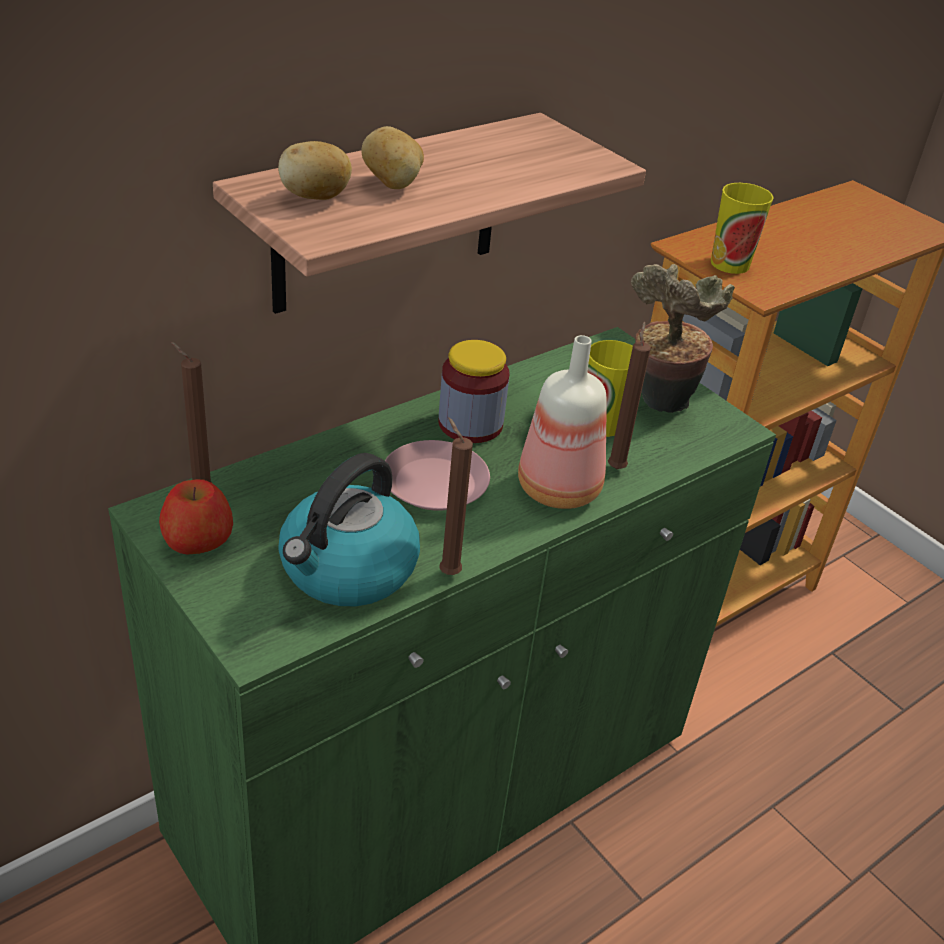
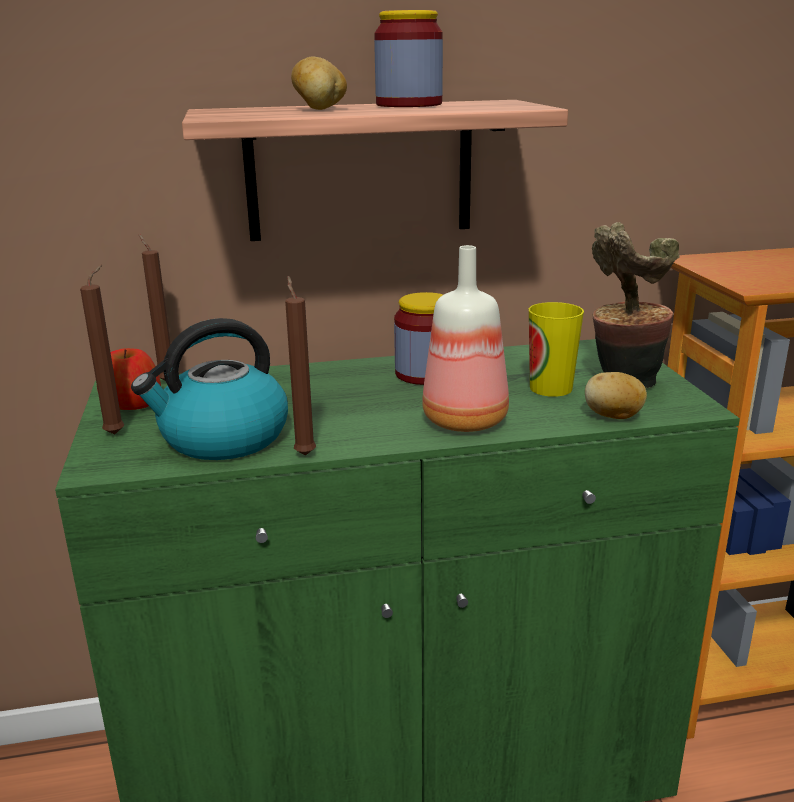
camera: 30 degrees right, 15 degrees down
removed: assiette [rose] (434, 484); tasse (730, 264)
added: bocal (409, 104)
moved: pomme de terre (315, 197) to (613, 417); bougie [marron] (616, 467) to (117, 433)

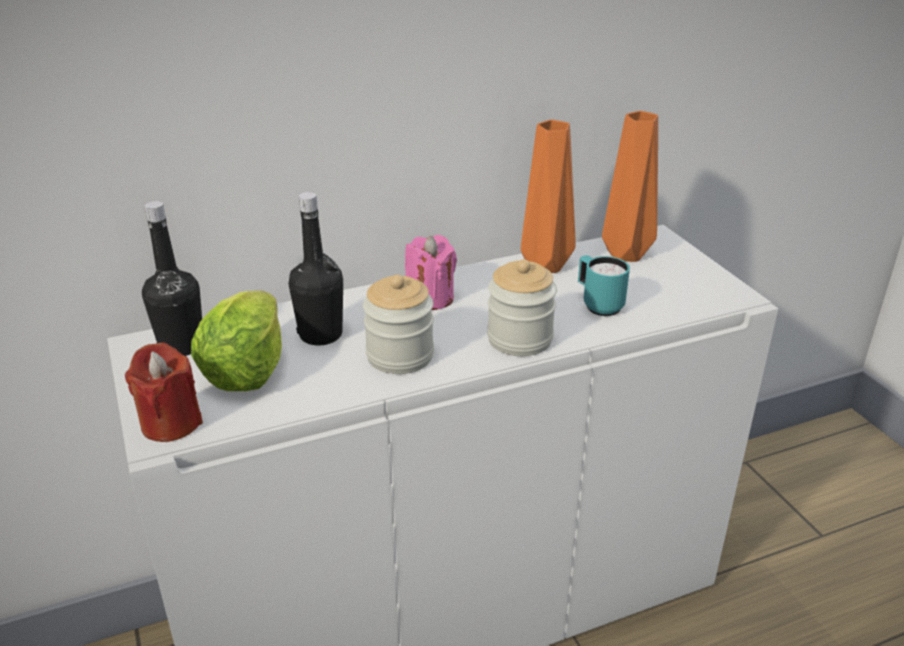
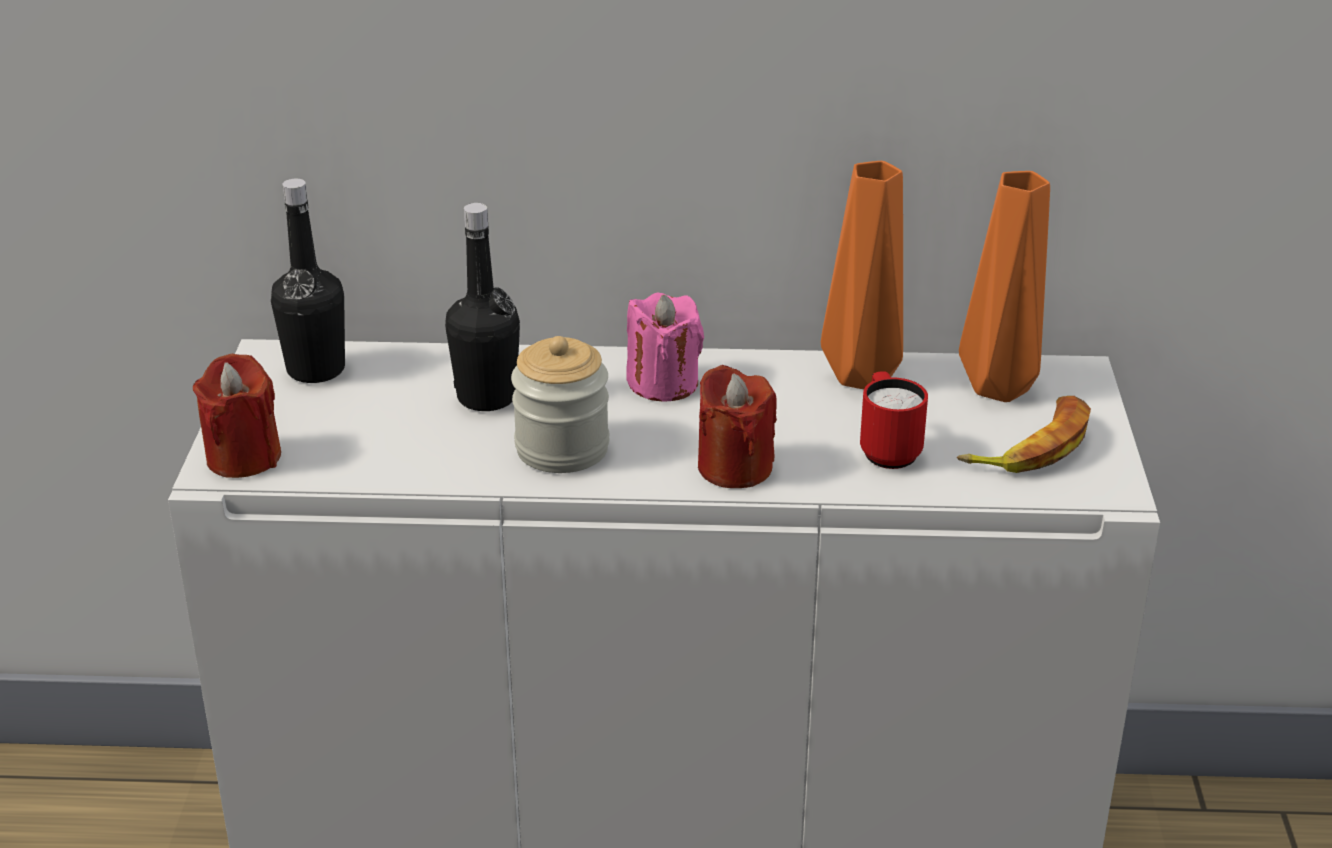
camera: 25 degrees right, 0 degrees up
removed: laitue (247, 369)
added: banane (1031, 446)
replaced: bocal (519, 339) to bougie [rouge] (734, 467)
recoloured: mug [turquoise] (598, 305) to mug [rouge] (887, 450)

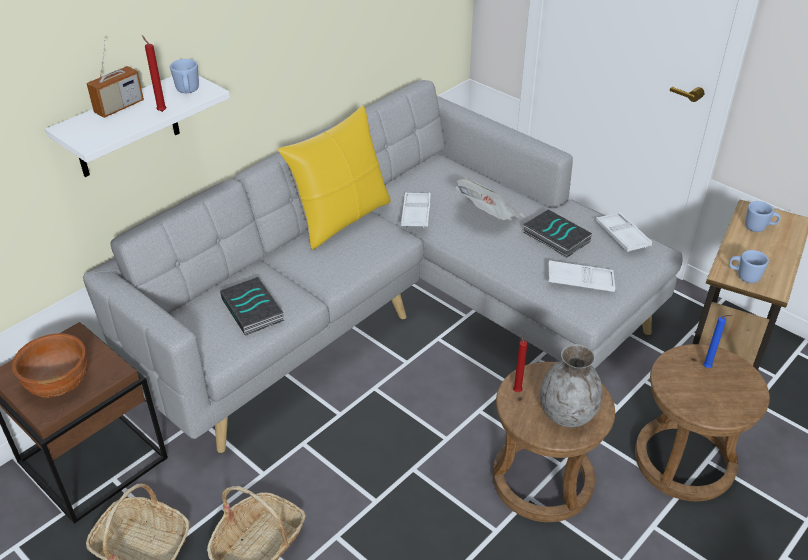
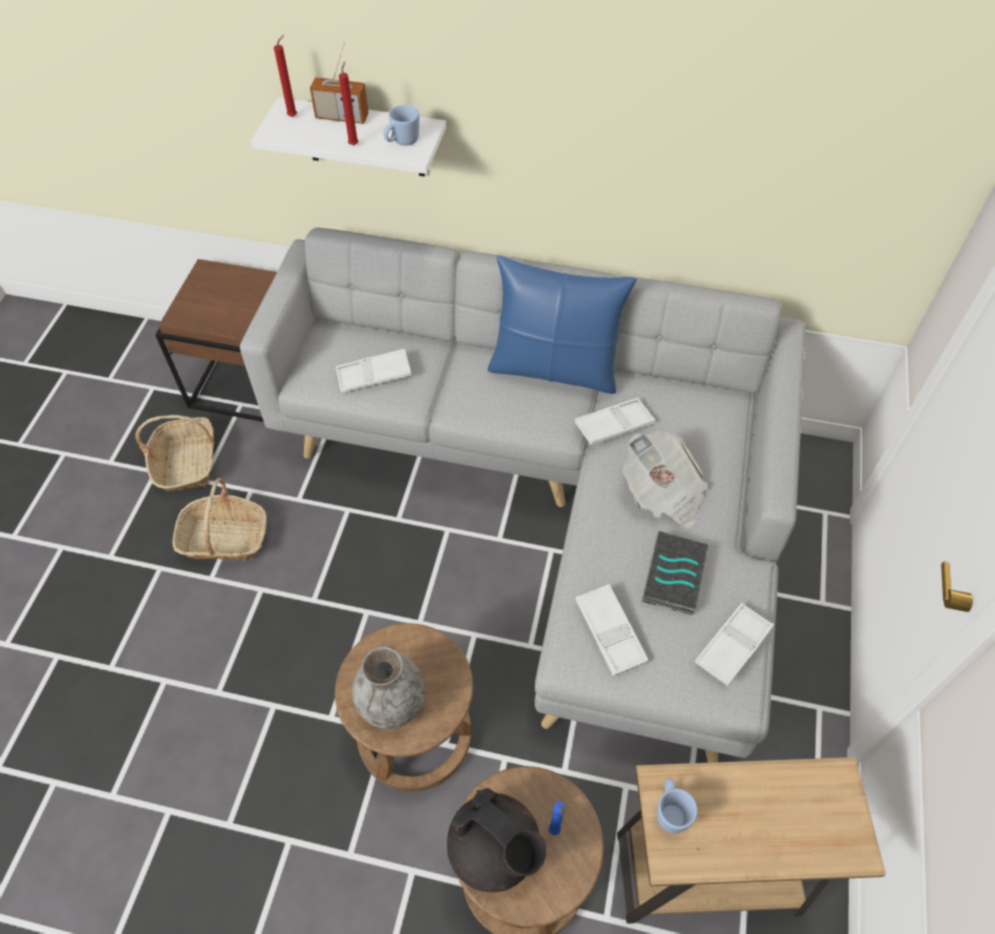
camera: 60 degrees right, 15 degrees up
removed: bol [marron] (60, 385); mug [bleu] (759, 228)
added: théière [noir] (495, 850)
moved: bougie [rouge] (517, 390) to (294, 116)
replaced: livre (254, 310) to plateau [blanc] (374, 375)
recoloured: coussin [jaune] (341, 219) to coussin [bleu] (554, 368)

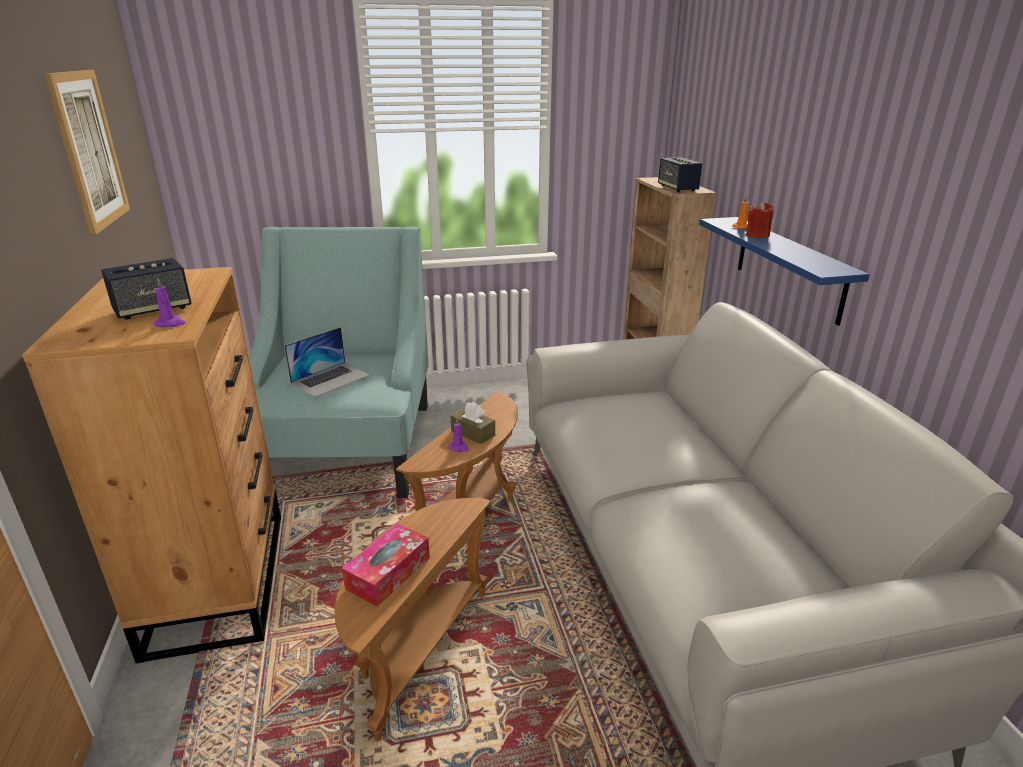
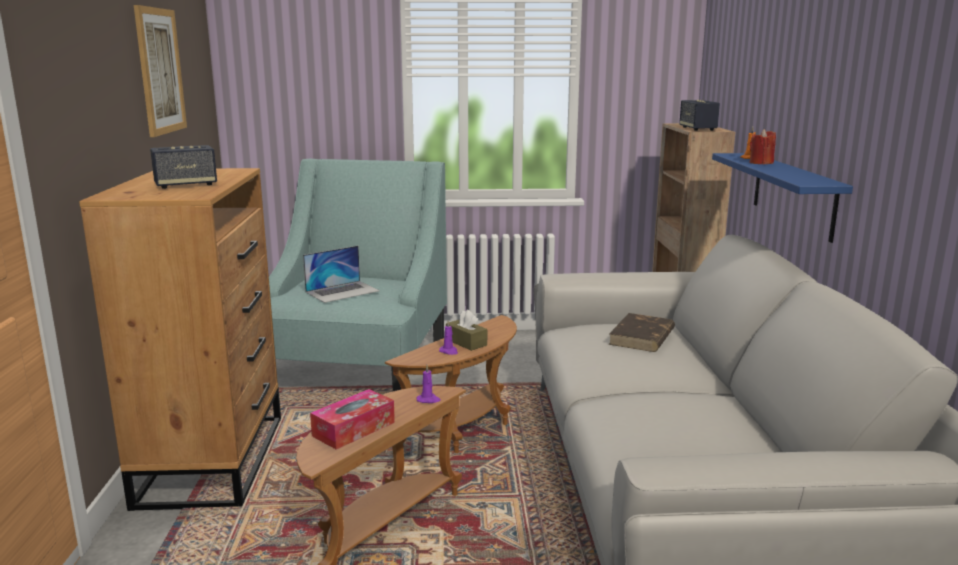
camera: 10 degrees right, 10 degrees down
added: livre [marron] (642, 337)
moved: bougie [violet] (170, 324) to (428, 400)

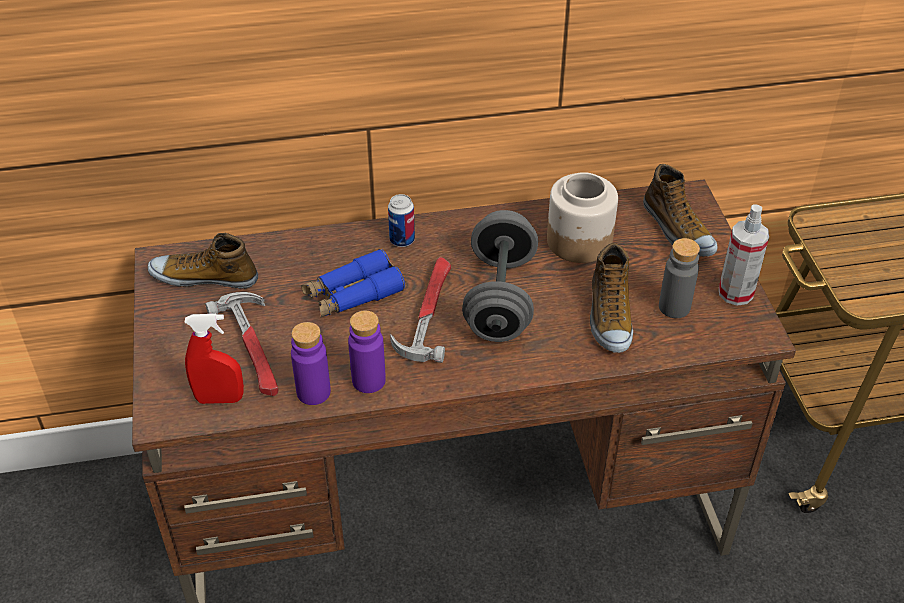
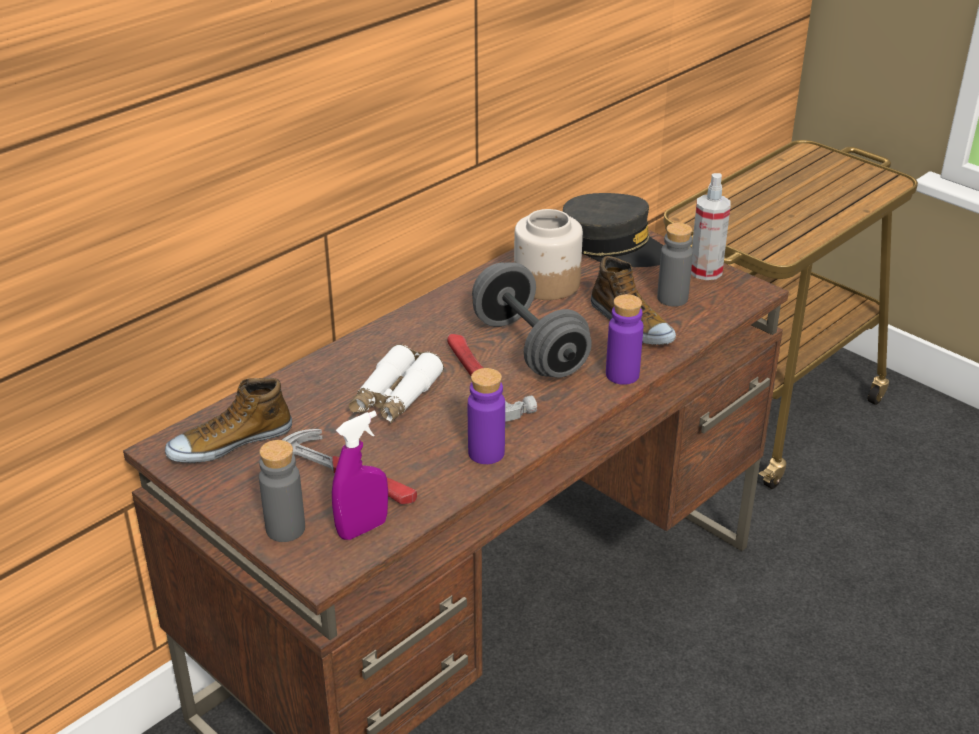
camera: 35 degrees left, 10 degrees down
removed: boîte métallique (402, 240)
added: bouteille [gris] (285, 529)
moved: bouteille [violet] (313, 392) to (622, 375)
replaced: chaussure (677, 229) to casquette [gris] (614, 247)
recoloured: vaporisateur [rouge] (219, 399) to vaporisateur [violet] (362, 528); jumelles [bleu] (353, 294) to jumelles [blanc] (395, 397)

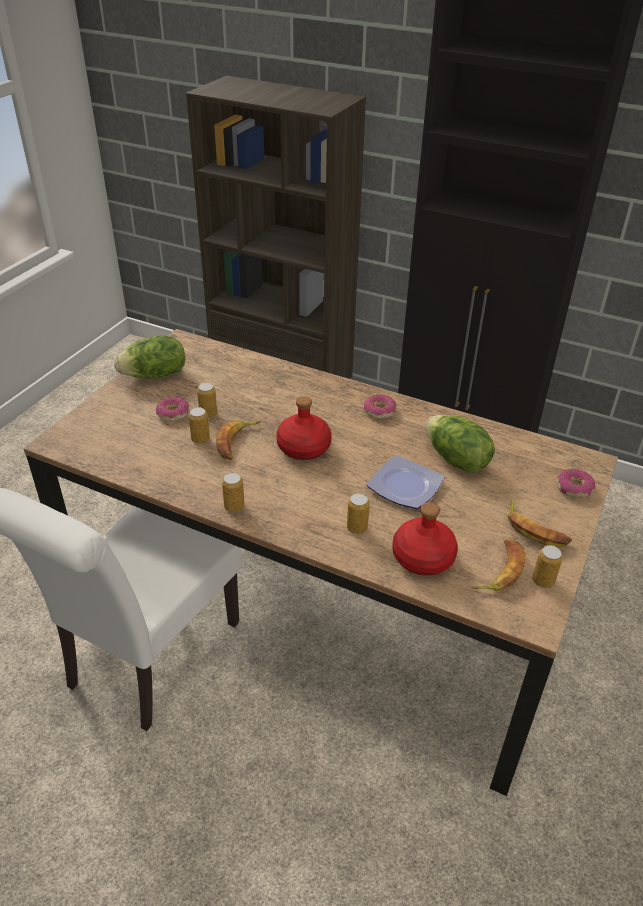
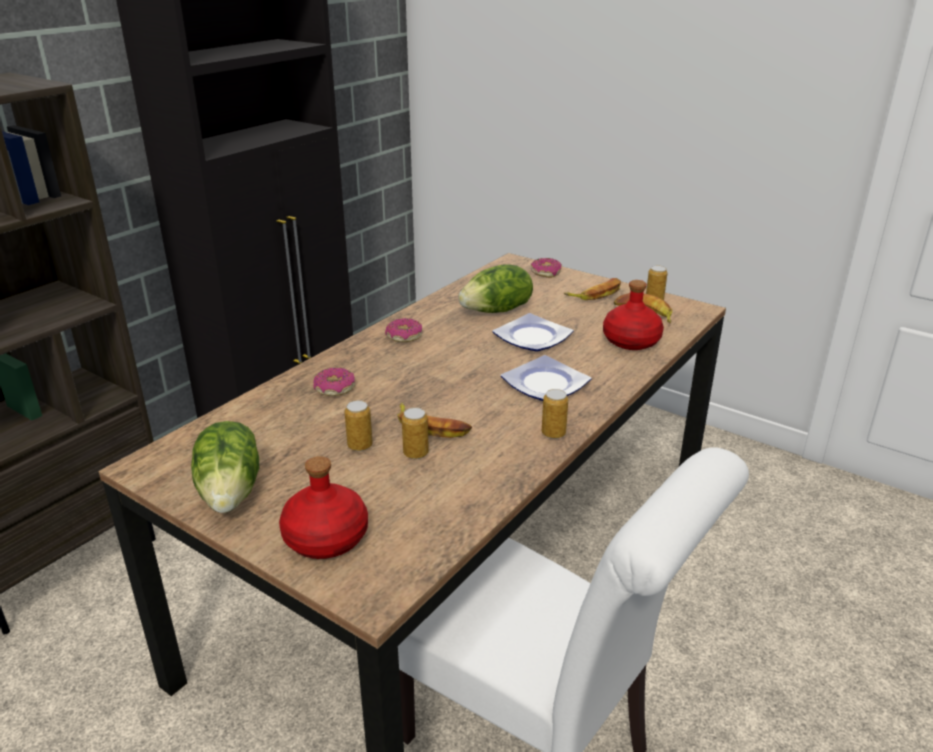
camera: 80 degrees left, 10 degrees down
removed: boîte métallique (357, 528)
added: assiette (545, 385)
moved: beignet (173, 413) to (334, 388); bouteille [rouge] (304, 447) to (325, 537)

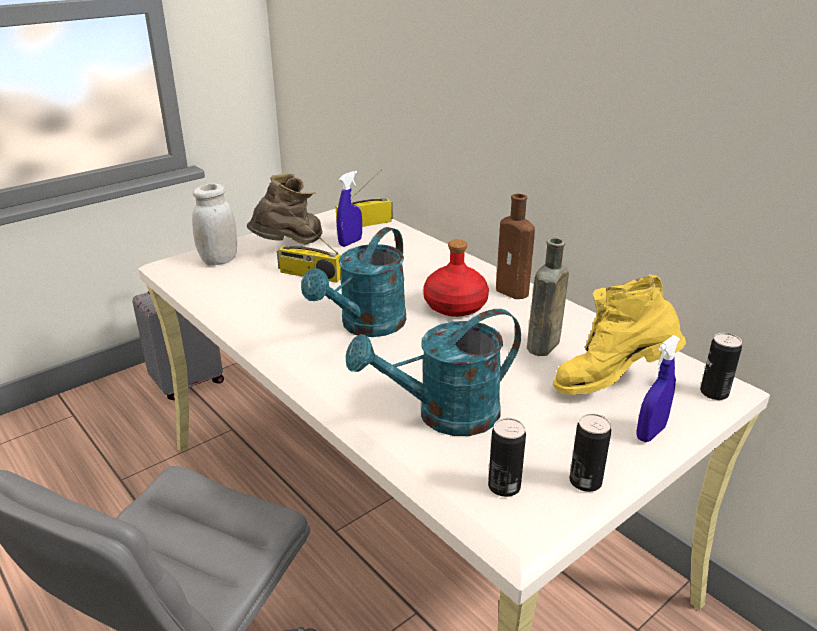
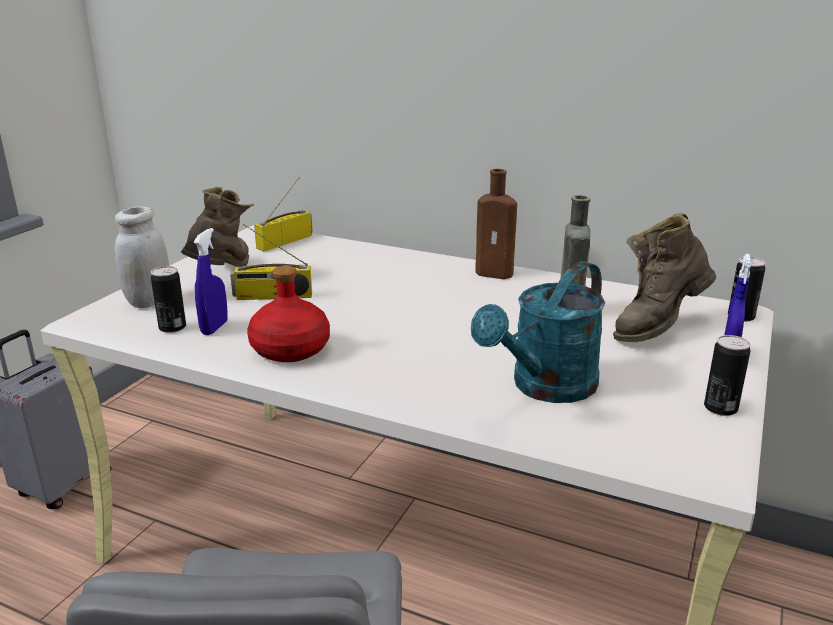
camera: 25 degrees left, 5 degrees down
removed: arrosoir [turquoise] (366, 326)
moved: vaporisateur [bleu] (350, 242) to (214, 328); bouteille [rouge] (456, 306) to (291, 349); boîte métallique (504, 486) to (172, 327)
recoloured: botte [jaune] (612, 383) to botte [marron] (657, 327)

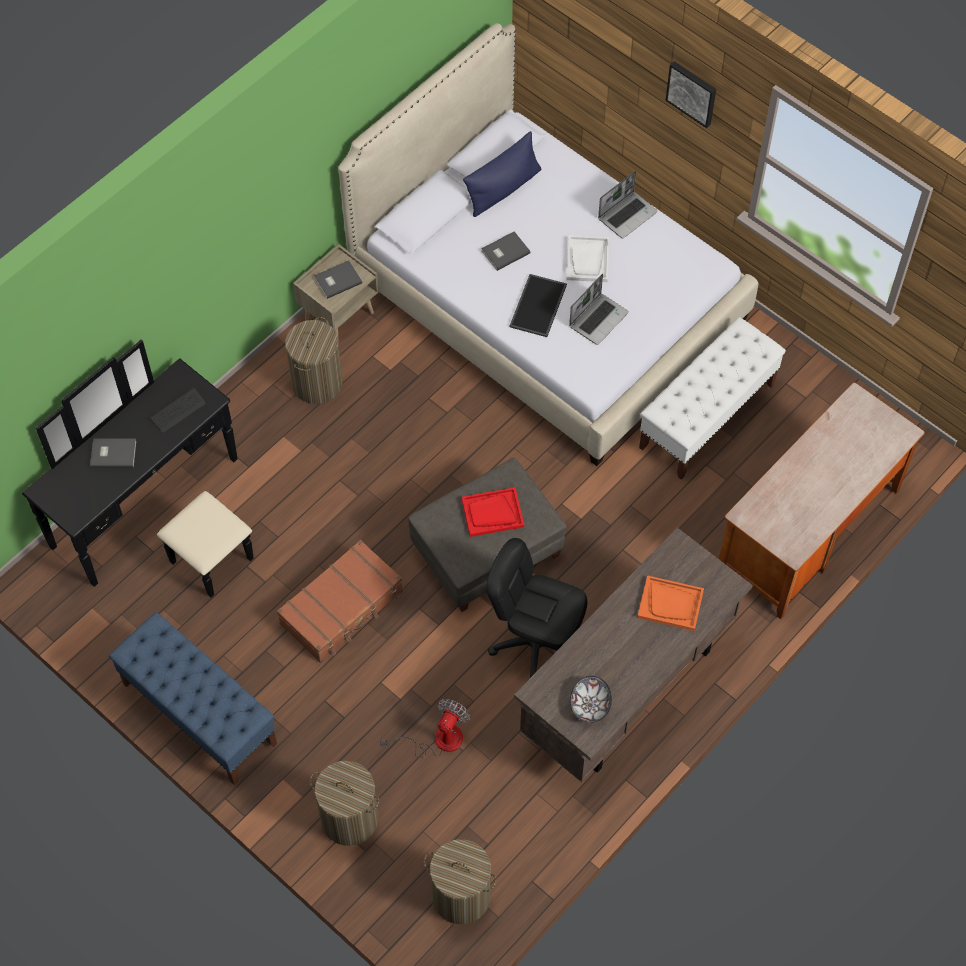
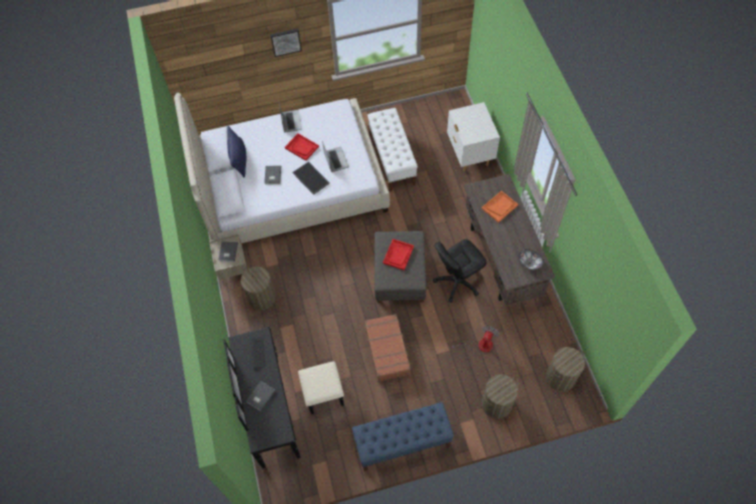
camera: 55 degrees left, 0 degrees up
replaced: bureau (808, 530) to table de chevet [blanc] (469, 155)
recoloured: plateau [blanc] (587, 260) to plateau [rouge] (302, 147)
turned: ventilateur (437, 740) = (479, 346) 60 degrees clockwise

